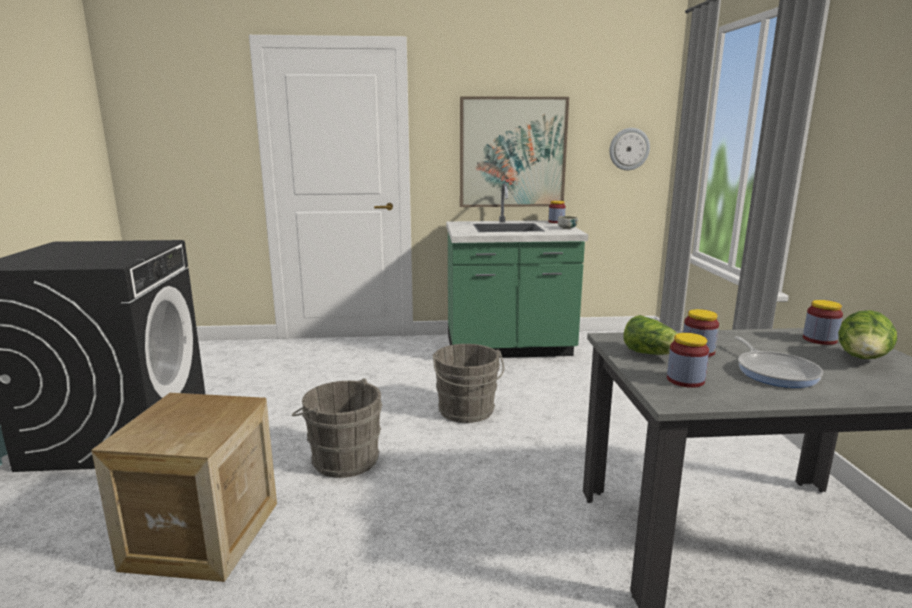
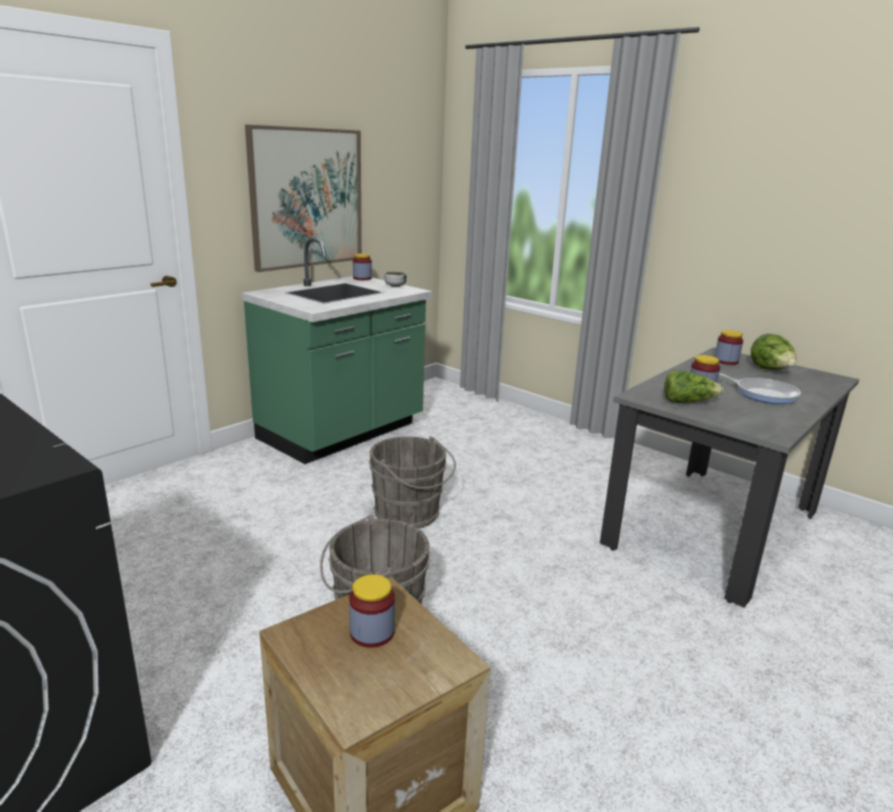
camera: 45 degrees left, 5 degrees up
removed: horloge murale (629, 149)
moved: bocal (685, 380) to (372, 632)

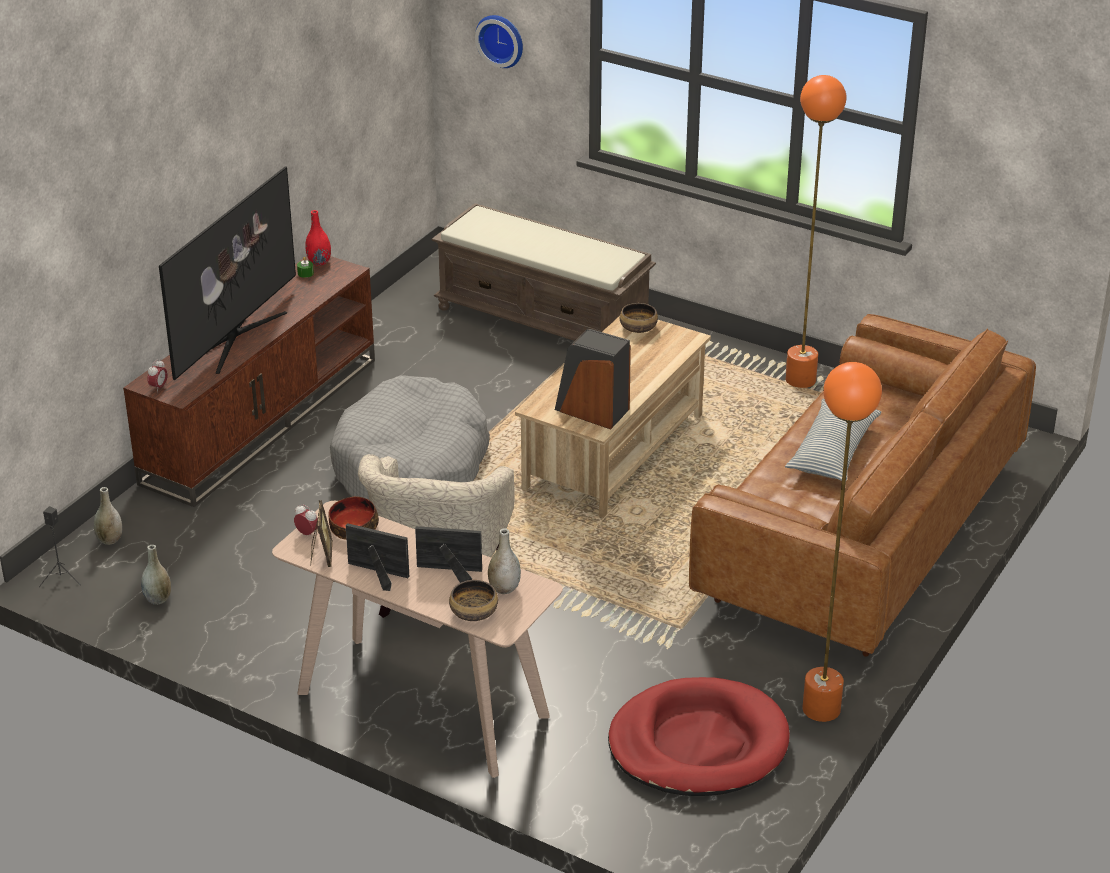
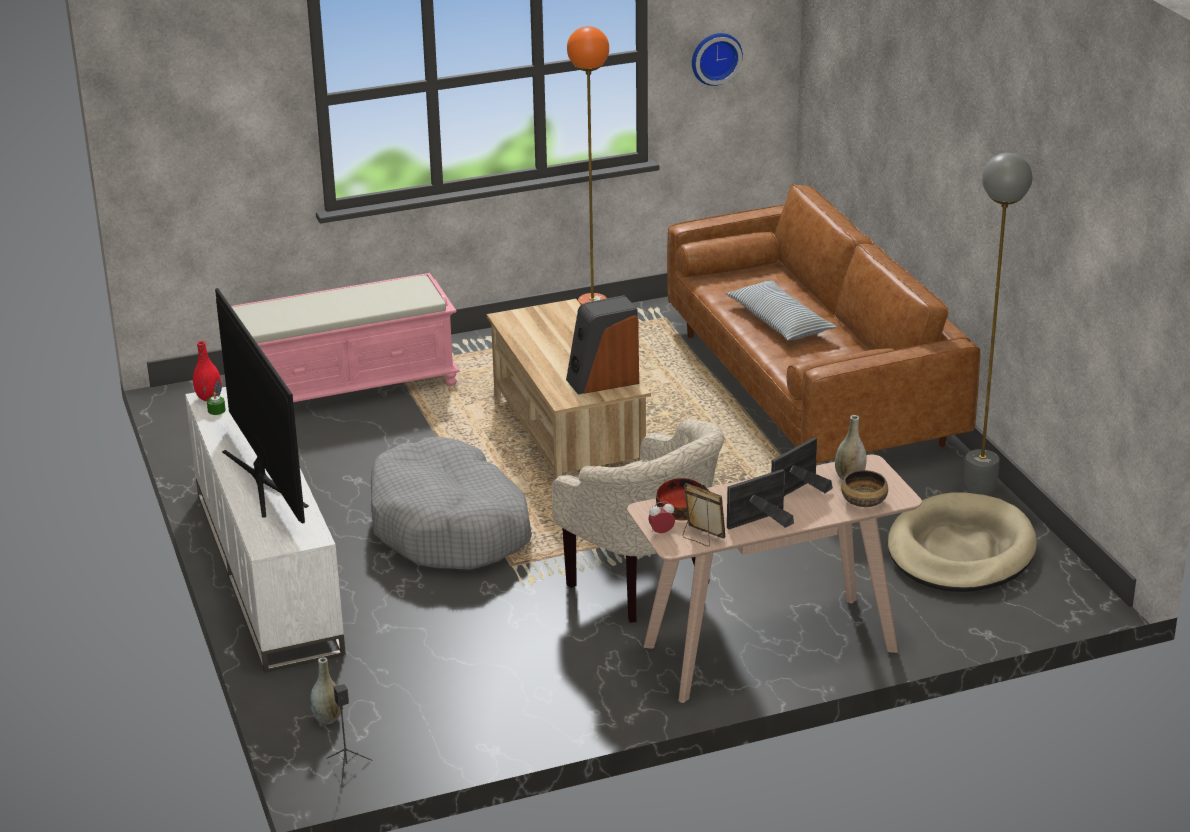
camera: 50 degrees left, 5 degrees down
removed: vase [gris] (158, 599); réveil (158, 387); bol (638, 328)
moved: horloge murale (501, 40) to (715, 57)
recoloured: meuble télé [marron] (261, 419) to meuble télé [blanc] (265, 570); banc [marron] (545, 321) to banc [rose] (344, 387); panier pour chien [rouge] (698, 744) to panier pour chien [beige] (960, 551); lampadaire [orange] (821, 709) to lampadaire [gris] (980, 487)

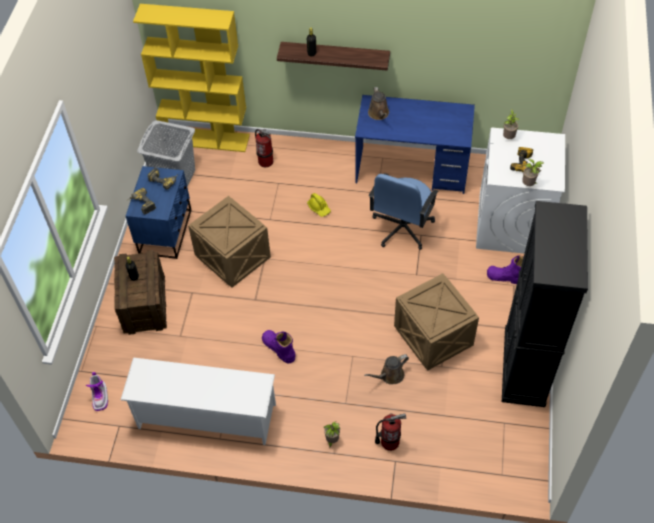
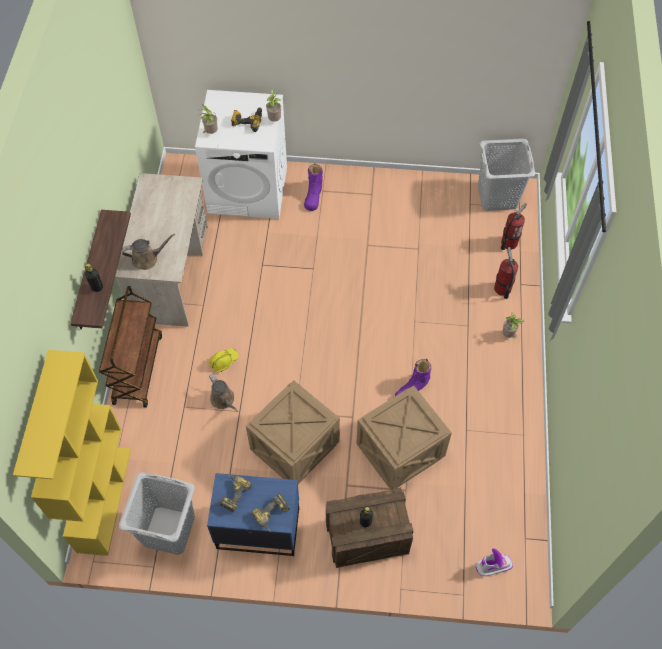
camera: 95 degrees left, 5 degrees up
removed: étagère à chaussures [blanc] (206, 416); chaise de bureau [bleu] (402, 228); meuble de rangement [noir] (524, 367)
added: chariot [marron] (137, 368); panier à linge [gris] (497, 196)
moved: extincteur (265, 161) to (509, 243); arrosoir [marron] (390, 376) to (223, 400); caisse (433, 337) to (401, 449)
recoloured: bureau [bleu] (412, 170) to bureau [beige] (171, 273)

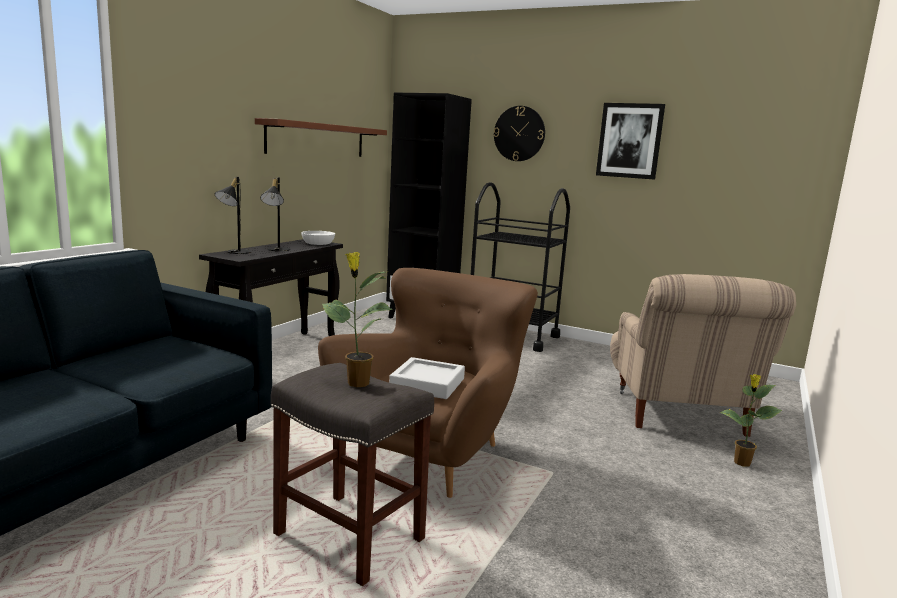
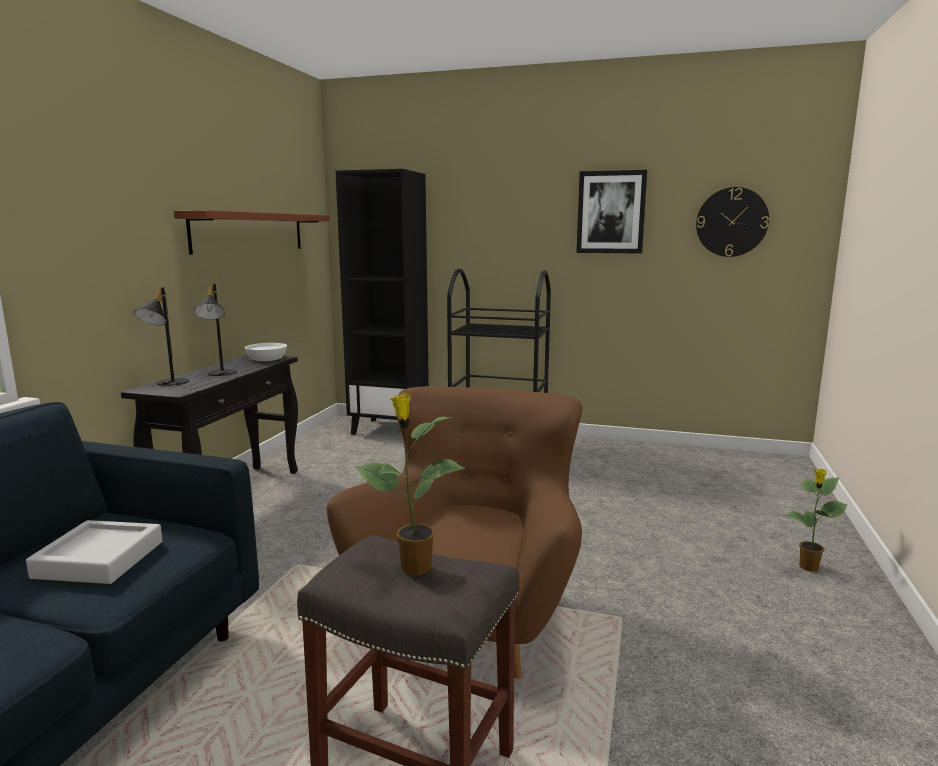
camera: 10 degrees left, 0 degrees up
removed: fauteuil [beige] (679, 412)
moved: plateau [gris] (427, 384) to (99, 559); horloge murale (519, 133) to (731, 222)

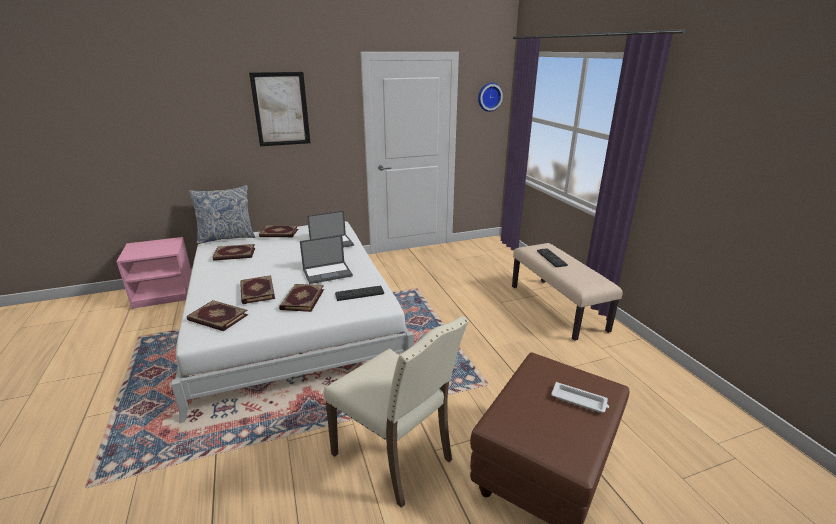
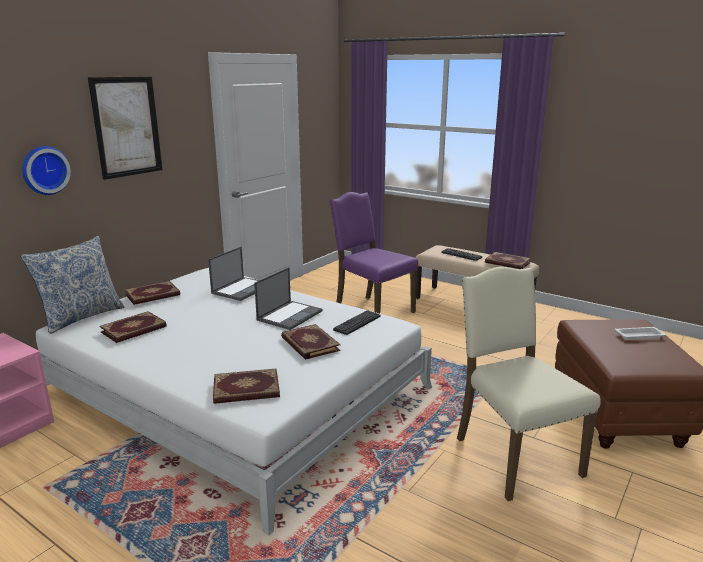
camera: 35 degrees left, 5 degrees down
added: chaise [violet] (372, 310)
moved: livre (256, 291) to (507, 263); horloge murale (489, 97) to (44, 170)
turned: chaise [beige] (395, 456) = (513, 455) 120 degrees counterclockwise

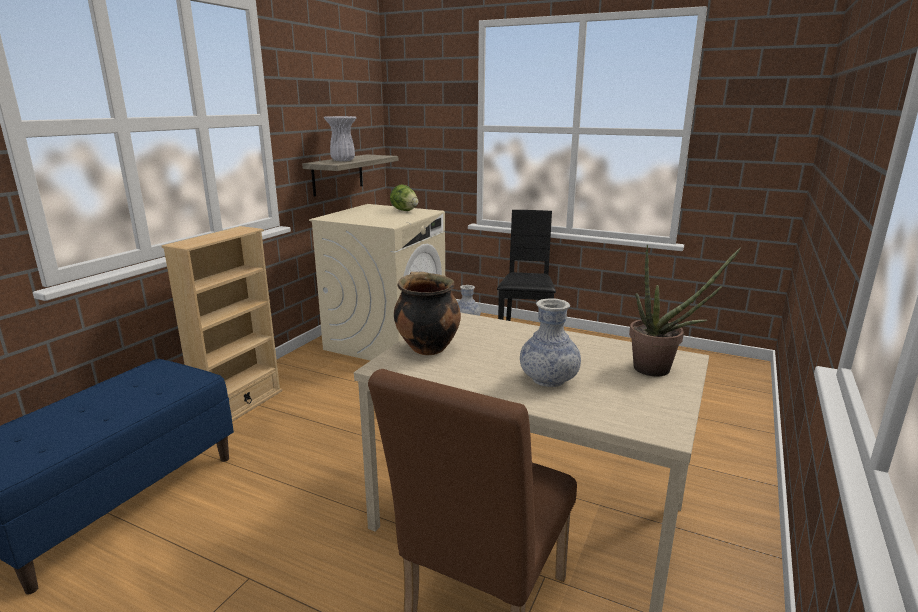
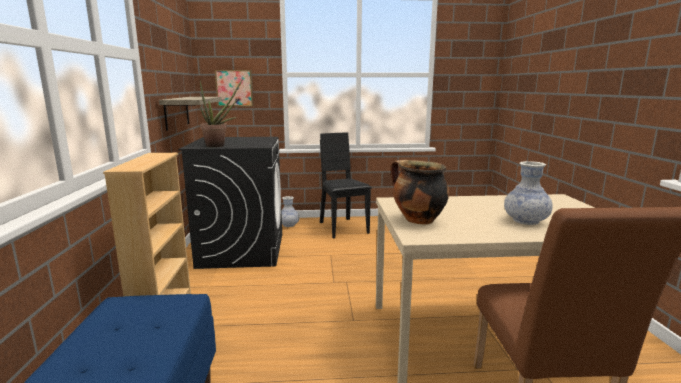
camera: 30 degrees left, 5 degrees down
removed: vase [blanc] (342, 160); laitue (404, 210)
added: tableau (234, 88)
moved: plante en pot (660, 370) to (219, 145)
recoloured: lave-linge [beige] (386, 340) to lave-linge [noir] (242, 250)

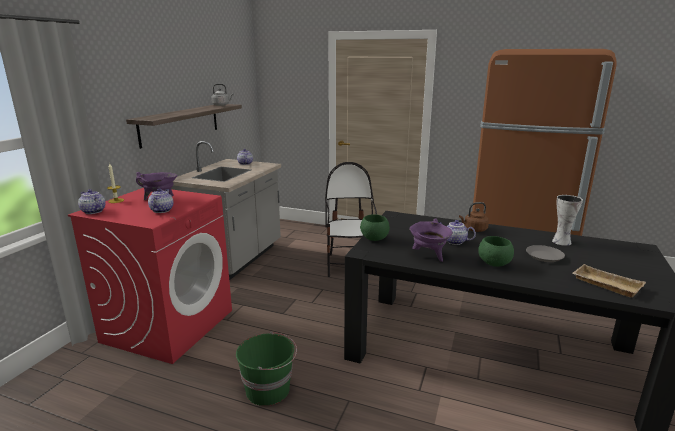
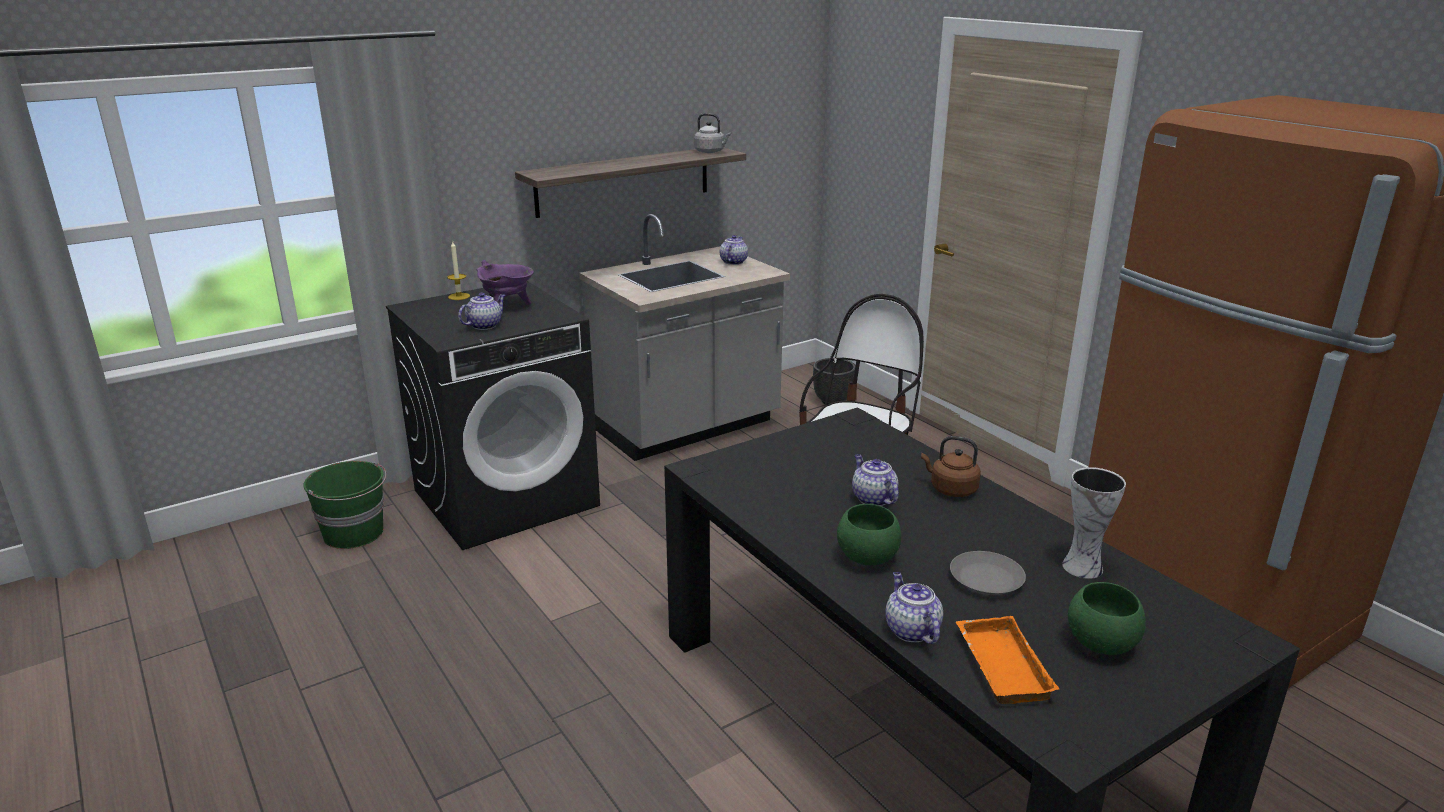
camera: 35 degrees right, 5 degrees up
removed: marmite [violet] (429, 255)
added: cache-pot [noir] (833, 401)
moved: théière (93, 211) to (911, 630); seau [vert] (269, 389) to (354, 533); bol [vert] (374, 239) to (1100, 644)
recoloured: lave-linge [rouge] (169, 325) to lave-linge [noir] (507, 497); plateau [beige] (604, 284) to plateau [orange] (999, 665)

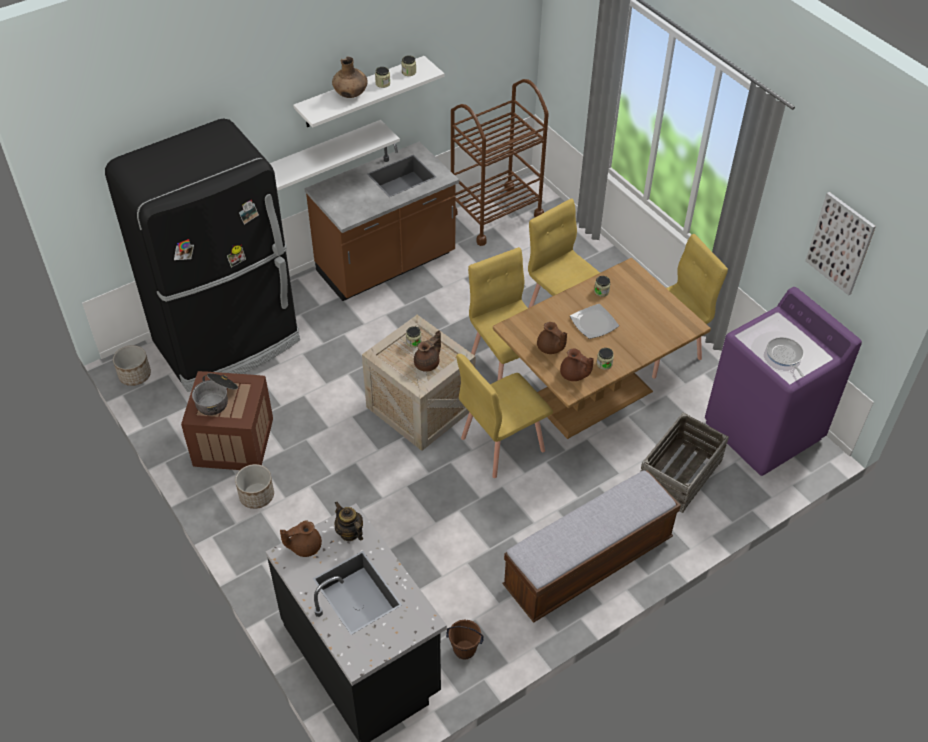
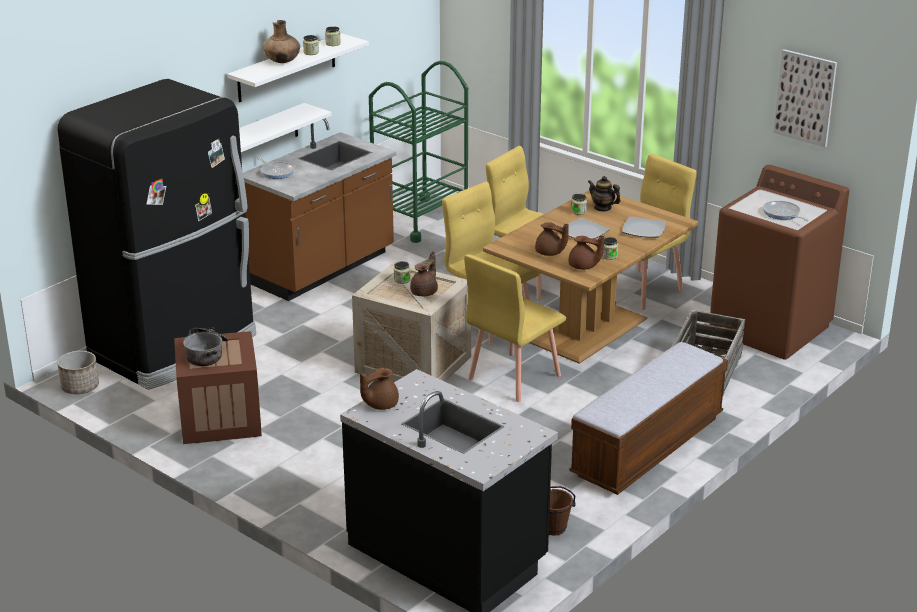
camera: 15 degrees left, 20 degrees down
removed: cache-pot (256, 496)
added: poêle (276, 172); assiette (643, 229)
moved: théière (349, 532) to (602, 208)
recoloured: chariot [marron] (495, 215) to chariot [vert] (420, 220); lave-linge [violet] (763, 431) to lave-linge [marron] (770, 329)

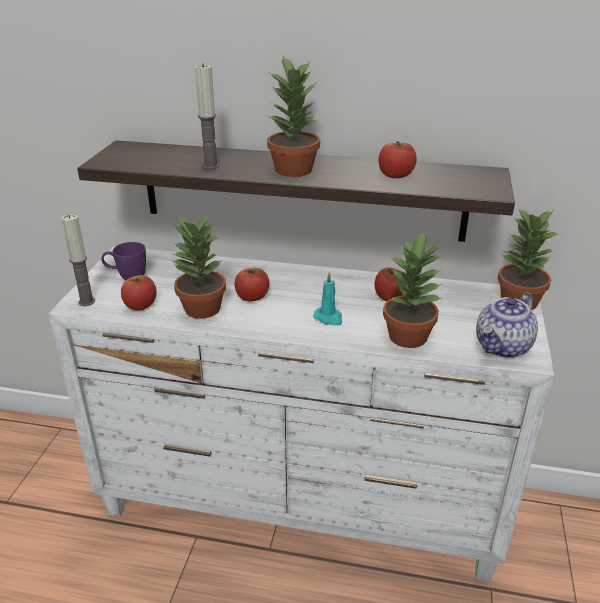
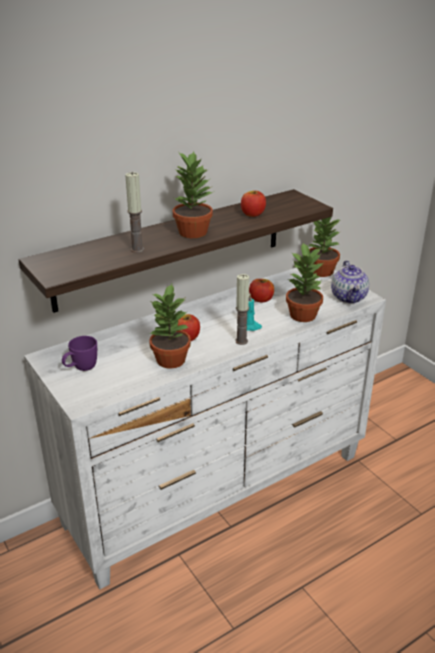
camera: 45 degrees left, 0 degrees up
removed: pomme (140, 305)
moved: bougie (87, 301) to (241, 341)

